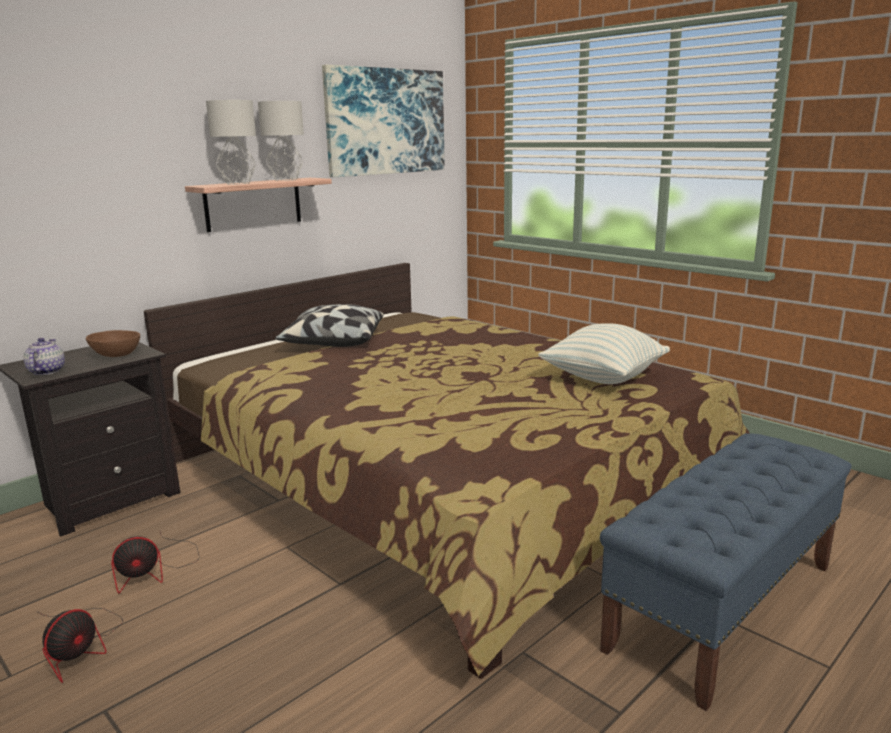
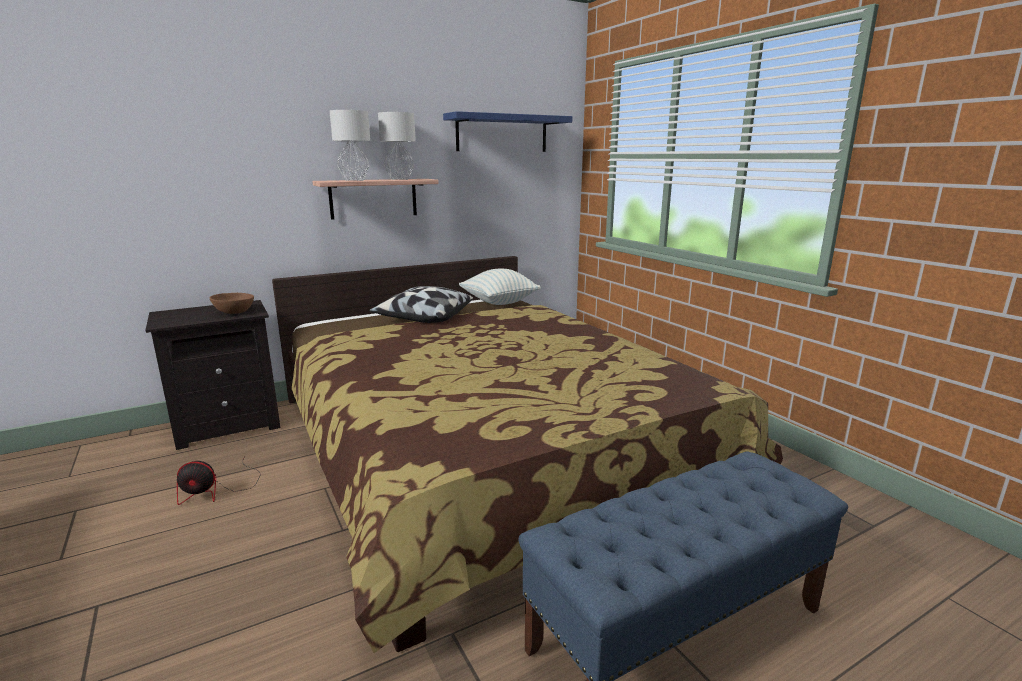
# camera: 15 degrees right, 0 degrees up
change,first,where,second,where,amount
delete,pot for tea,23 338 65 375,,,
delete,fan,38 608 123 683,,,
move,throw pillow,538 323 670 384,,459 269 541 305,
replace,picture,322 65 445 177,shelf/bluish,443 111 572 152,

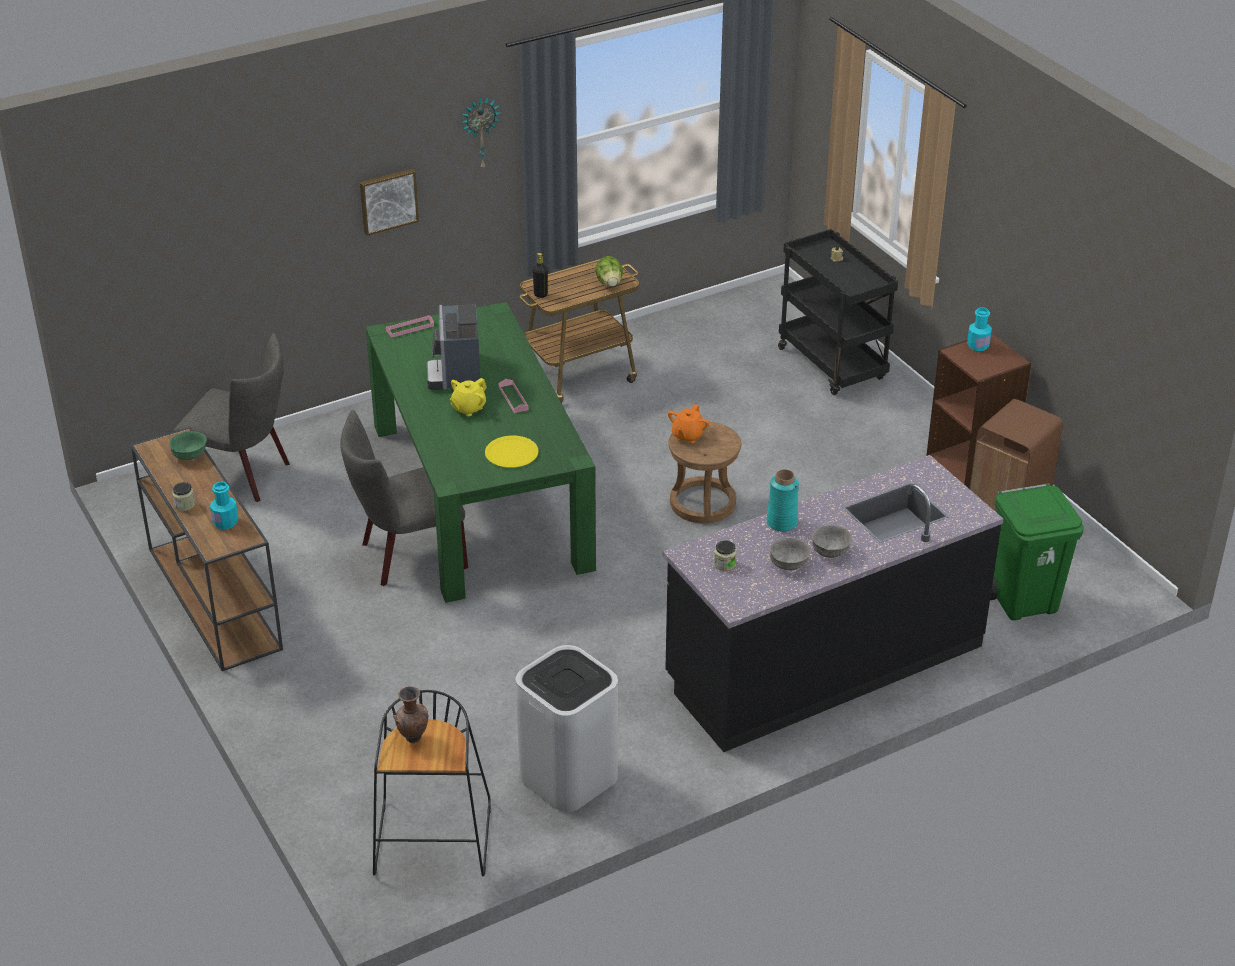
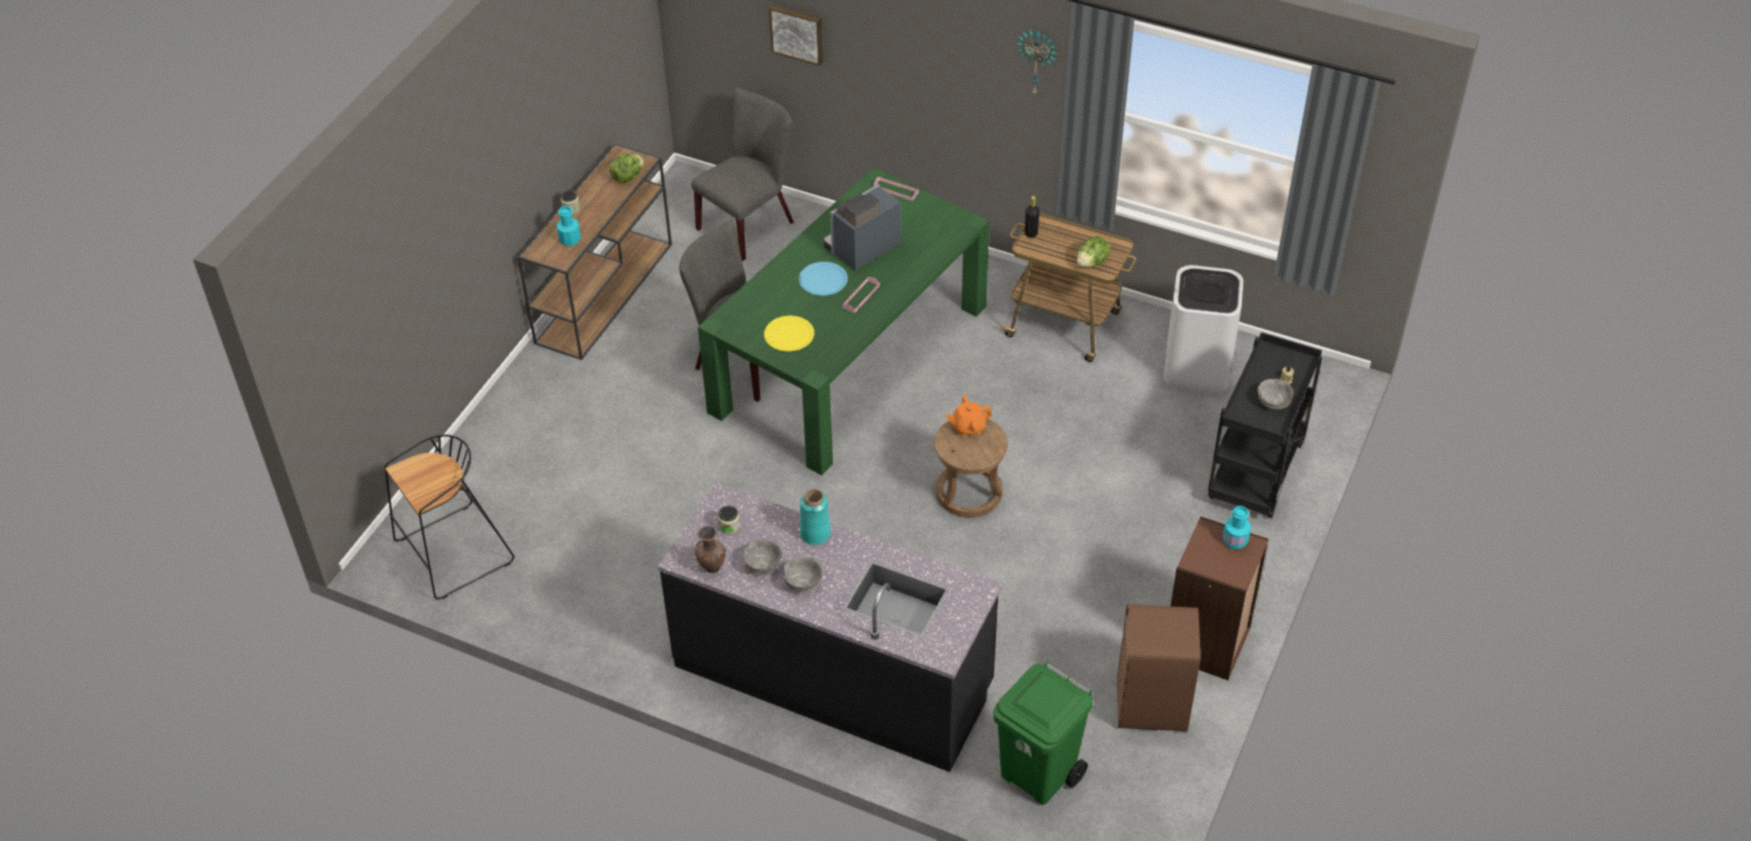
# camera: 55 degrees right, 10 degrees up
change,first,where,second,where,amount
insert,,,serving bowl/gray,1257 379 1294 410,
move,picture,360 169 419 236,,769 5 823 66,
move,flower vase/brownish,393 686 428 743,,694 525 726 573,
move,rubbish bin/white,516 645 618 812,,1163 265 1243 393,
replace,serving bowl/green,169 431 207 460,head of lettuce,609 154 644 183,
replace,pot for tea/yellow-coloured,450 378 487 416,flat dish/bluish,799 262 848 296,
rotate,plain chair/gray,173 333 290 502,,691 88 794 261,120 degrees counterclockwise

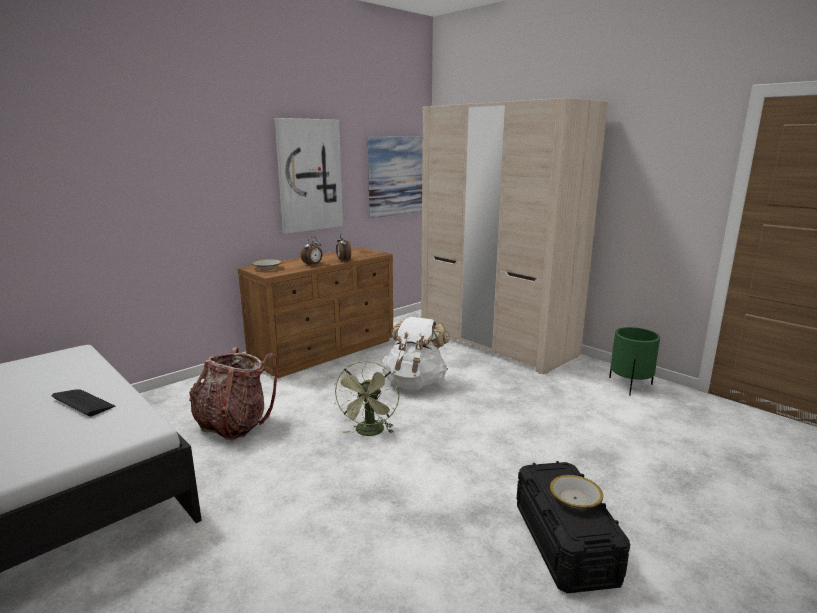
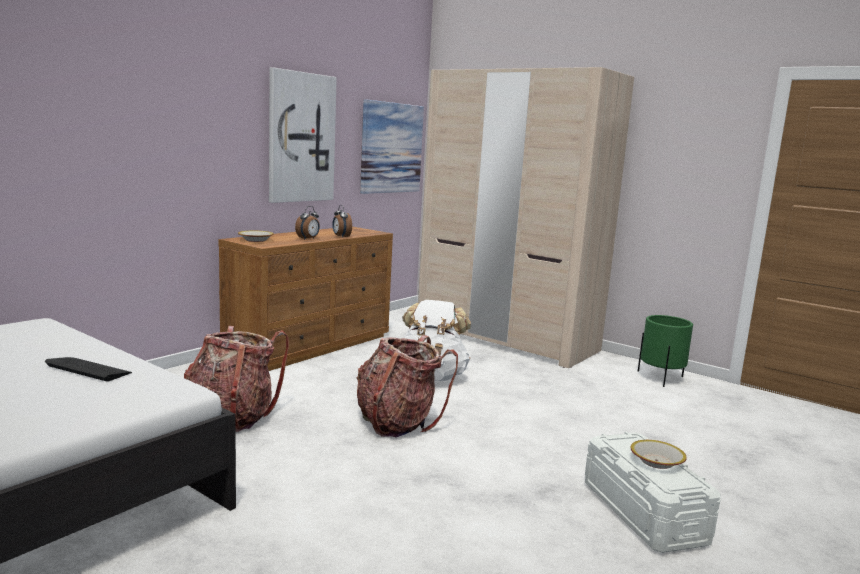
# camera: 10 degrees left, 5 degrees down
change,first,where,second,where,amount
replace,fan/green,334 361 399 436,rucksack,357 335 458 437,
recolor,storage container/blackish,517 461 630 594,storage container/white,585 432 721 553,

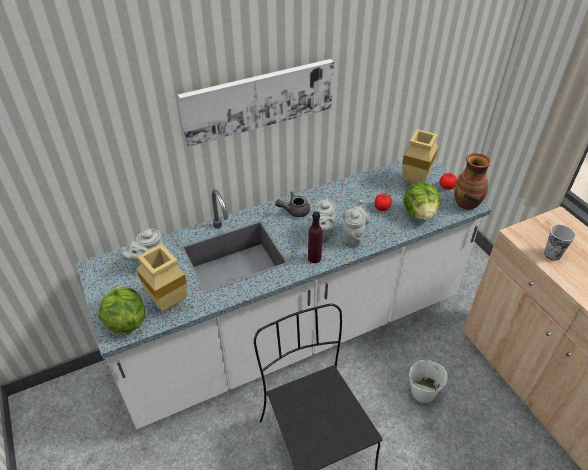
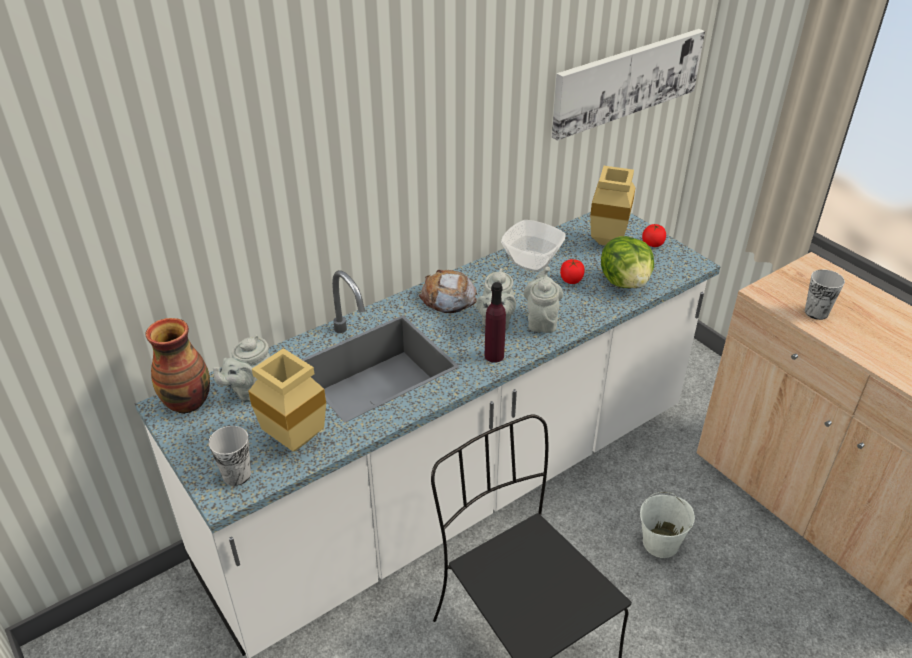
# camera: 10 degrees left, 5 degrees down
change,first,where,second,where,amount
insert,,,serving bowl,501 220 566 272,
move,picture,178 59 334 147,,552 29 705 141,
move,flower vase,454 153 491 210,,146 318 210 414,
replace,head of lettuce,99 286 145 333,drinking cup,208 426 251 486,
replace,pot for tea/gray,275 191 310 217,bakery bread,419 270 477 313,

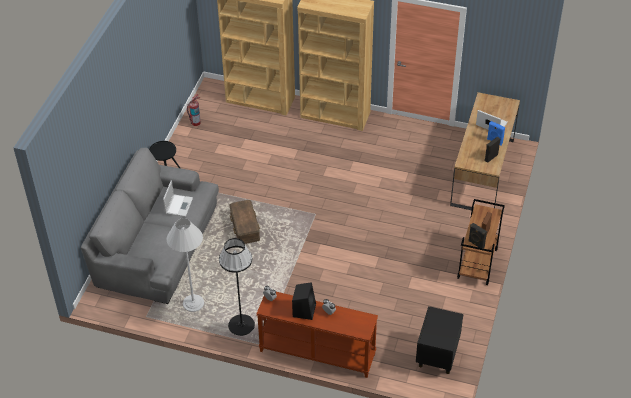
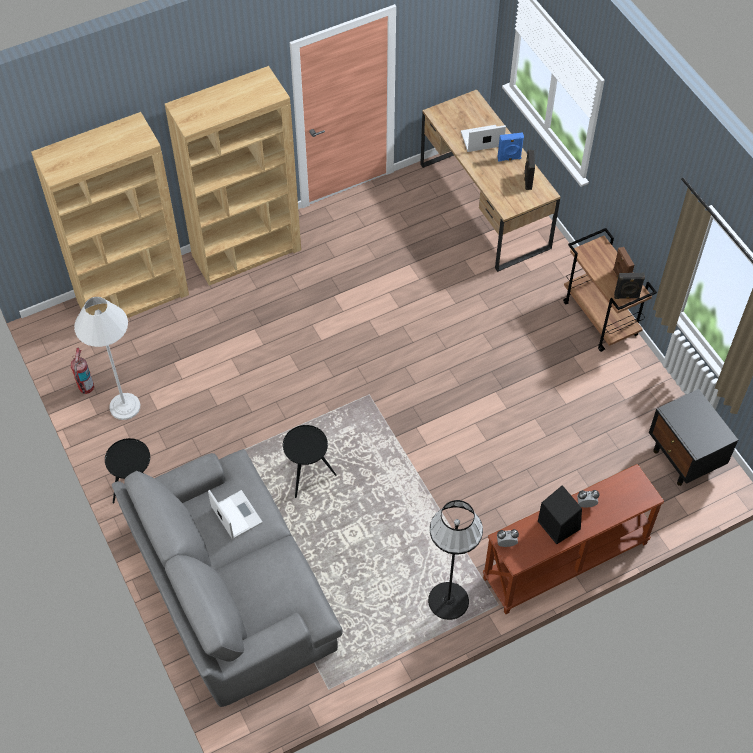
# camera: 45 degrees left, 10 degrees up
change,first,where,second,where,amount
move,standing lamp/white,167 218 204 312,,74 297 140 420,
replace,storage container/brownish,229 200 260 244,end table/blackish,283 425 337 498,

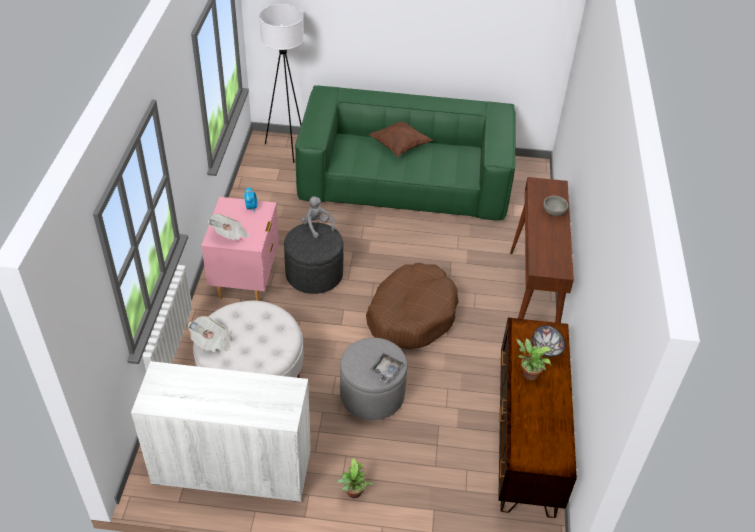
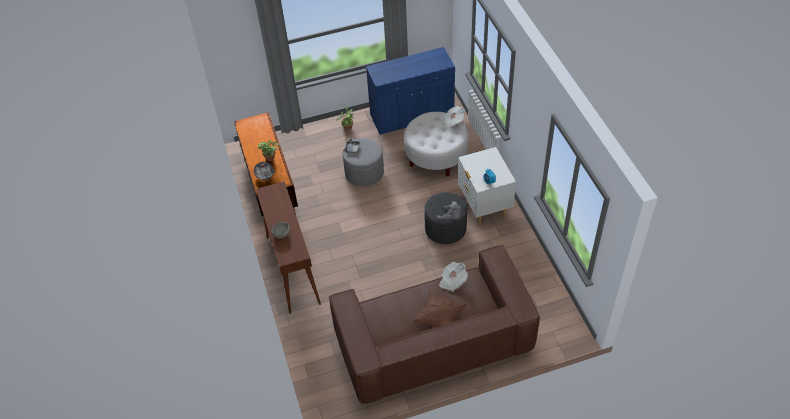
# camera: 160 degrees right, 5 degrees up
change,first,where,second,where,amount
delete,standing lamp/white,259 4 304 163,,,
delete,dog cushion/brownish,366 263 459 349,,,
move,daily paper,207 214 250 240,,439 262 468 292,
recolor,cabinet/white,131 361 311 502,cabinet/bluish,366 47 455 135,
recolor,bedside table/pinkish,201 197 279 301,bedside table/white,458 147 516 224,
recolor,couch/green,295 85 516 220,couch/brownish,329 245 540 404,

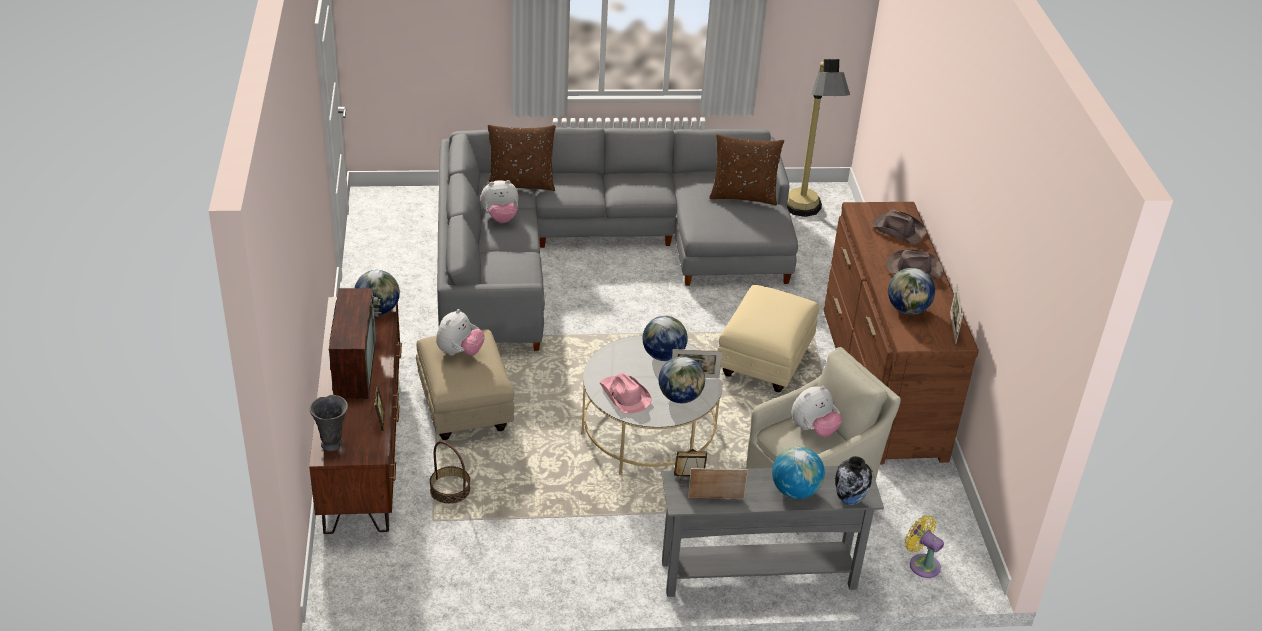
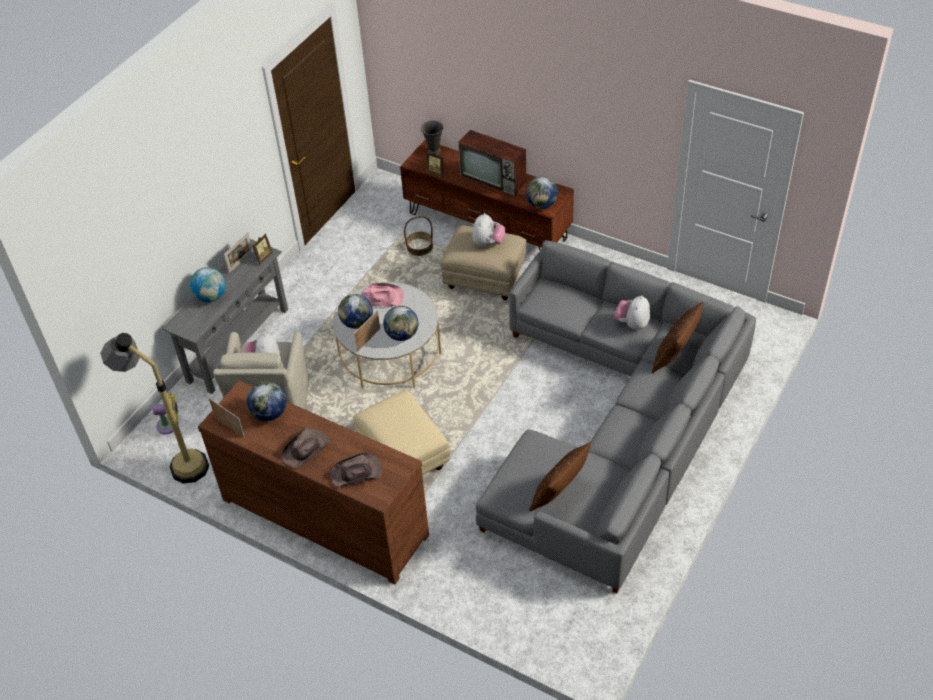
# camera: 130 degrees right, 10 degrees up
change,first,where,second,where,amount
delete,flower vase,835 456 872 505,,,
move,standing lamp,787 59 850 217,,100 333 209 484,
rotate,plush toy,436 309 485 356,,472 213 505 247,135 degrees counterclockwise

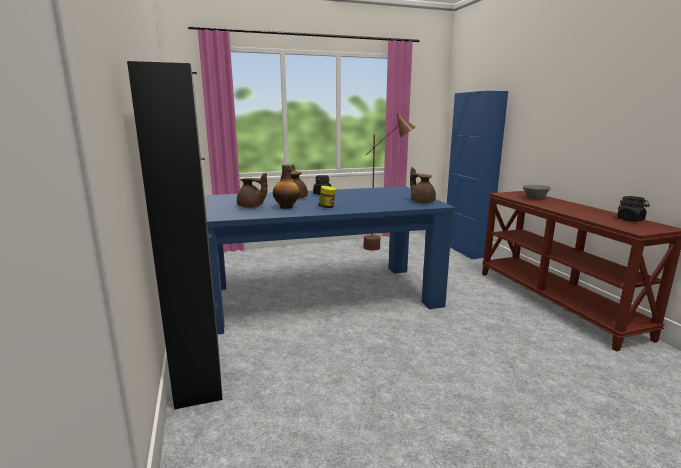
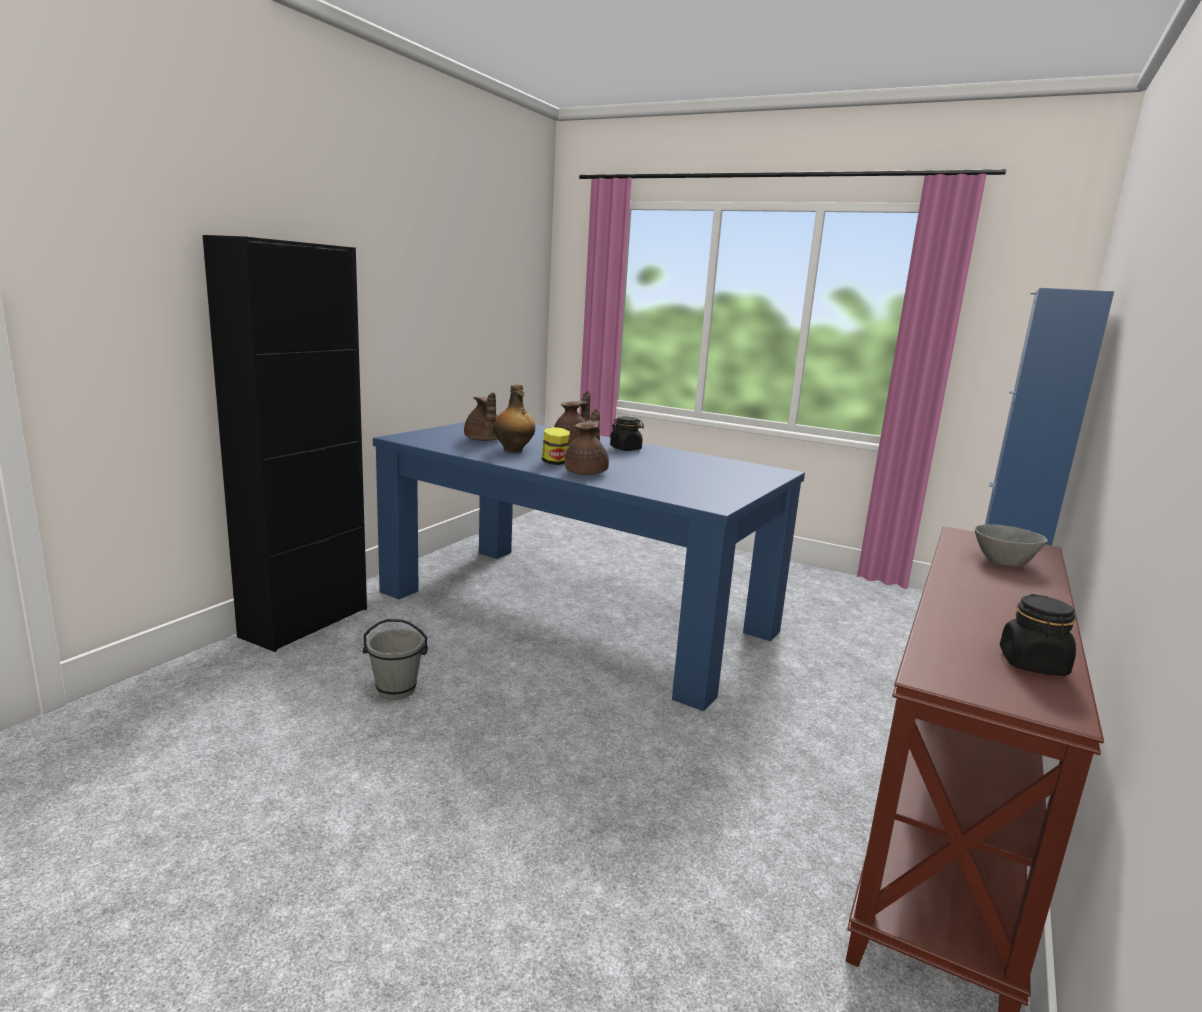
# camera: 45 degrees right, 0 degrees up
change,first,where,second,where,amount
delete,standing lamp/brownish,363 114 415 250,,,
insert,,,pail/gray,363 619 428 700,
move,pot for tea/brownish,410 167 436 203,,564 408 609 475,

